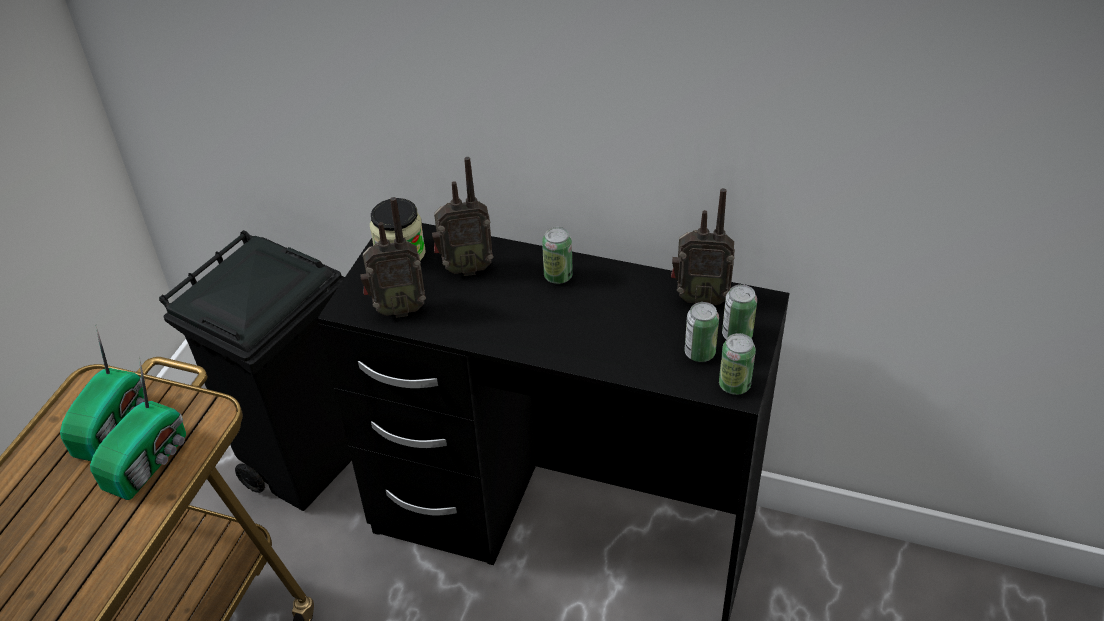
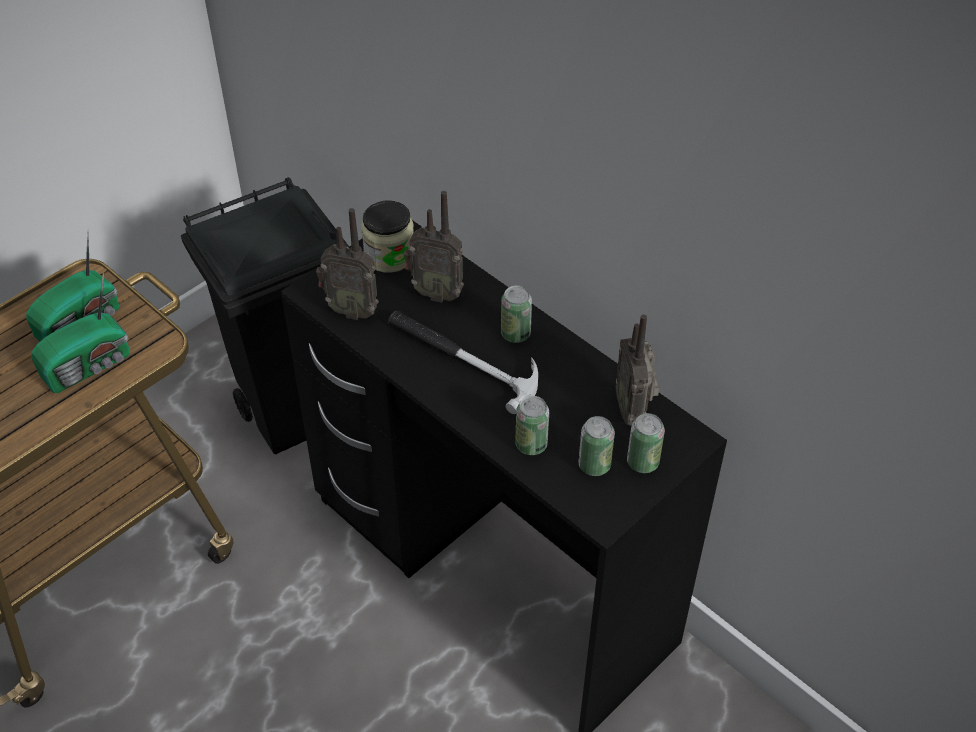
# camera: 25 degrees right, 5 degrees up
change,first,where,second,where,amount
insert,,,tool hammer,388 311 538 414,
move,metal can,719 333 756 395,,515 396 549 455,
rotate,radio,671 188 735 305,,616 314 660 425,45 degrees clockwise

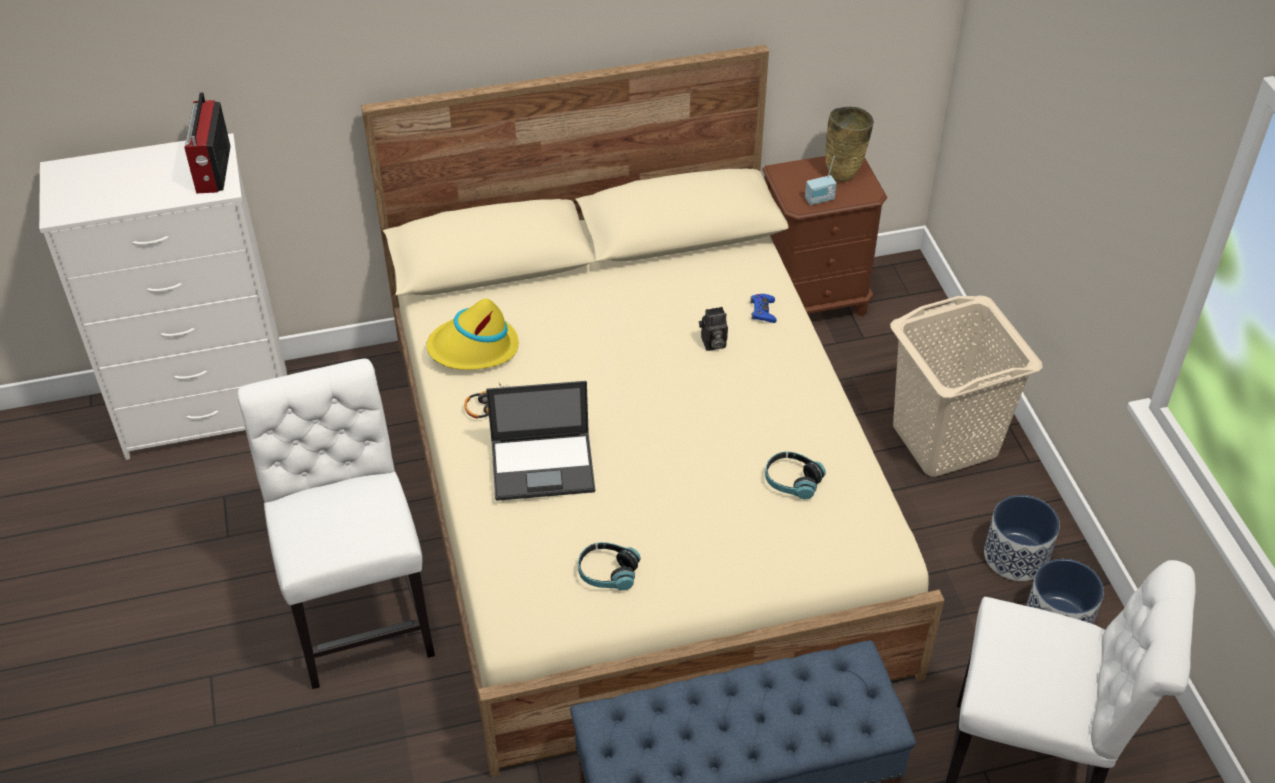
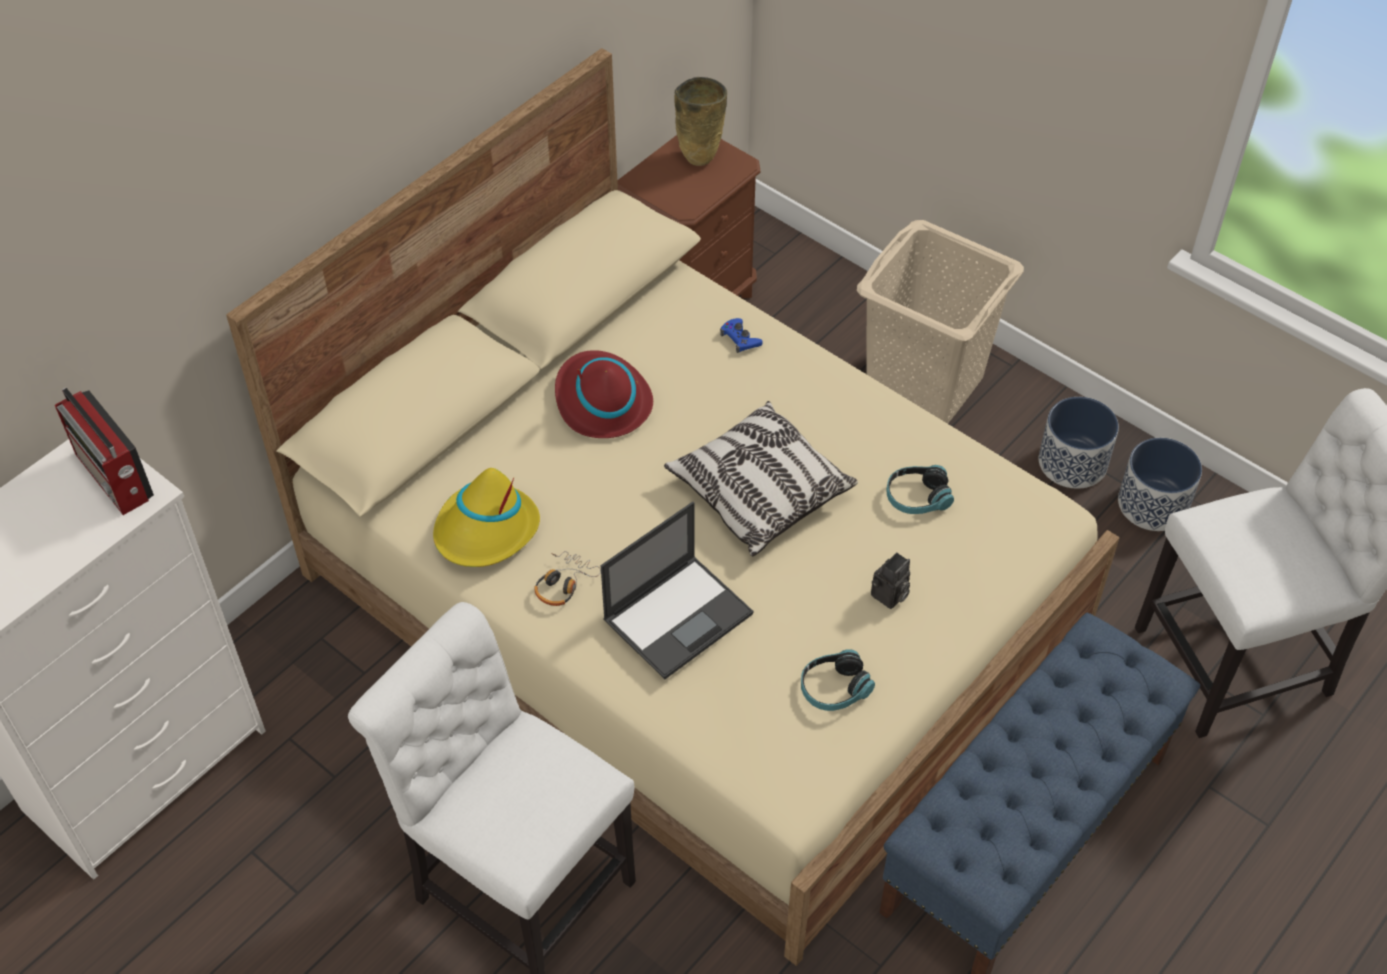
# camera: 35 degrees left, 5 degrees up
change,first,where,second,where,amount
delete,radio,805 156 837 205,,,
insert,,,clothing hat/red-coloured,555 350 653 438,
insert,,,throw pillow,664 401 858 556,
move,still camera,699 307 728 351,,871 552 910 609,

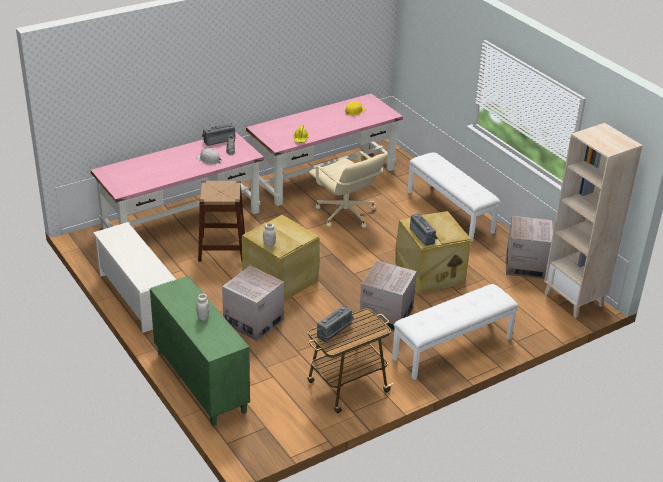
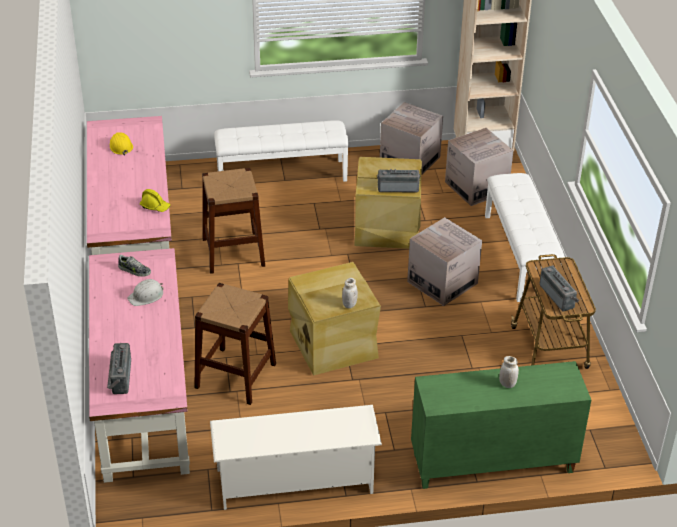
# camera: 65 degrees left, 5 degrees up
change,first,where,second,where,amount
move,radio,202 123 235 146,,107 343 131 394,
move,carton,222 266 284 341,,445 128 513 206,
replace,desk chair/beige-coloured,309 151 387 228,stool/brownish,202 168 265 274,

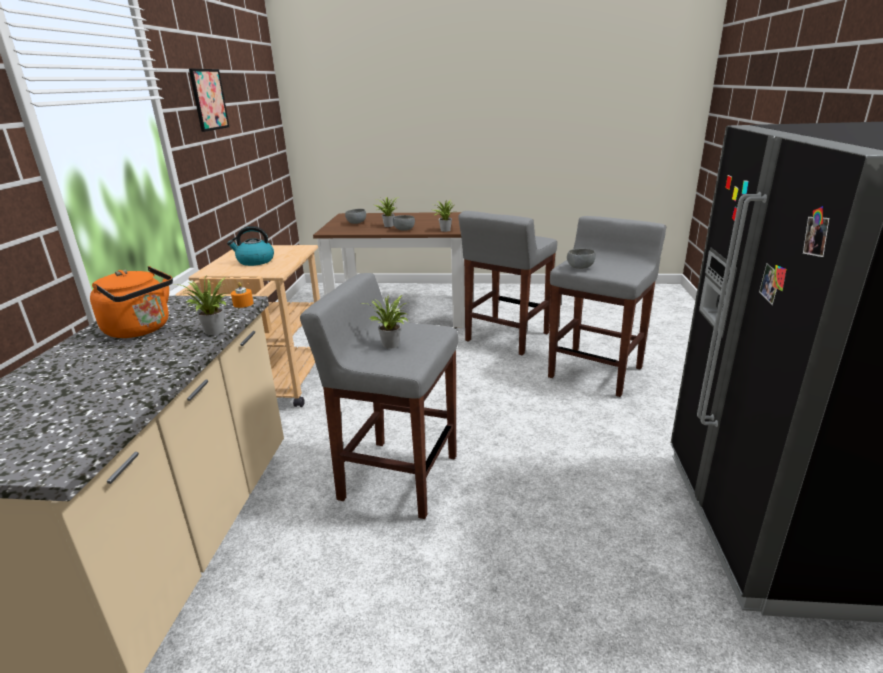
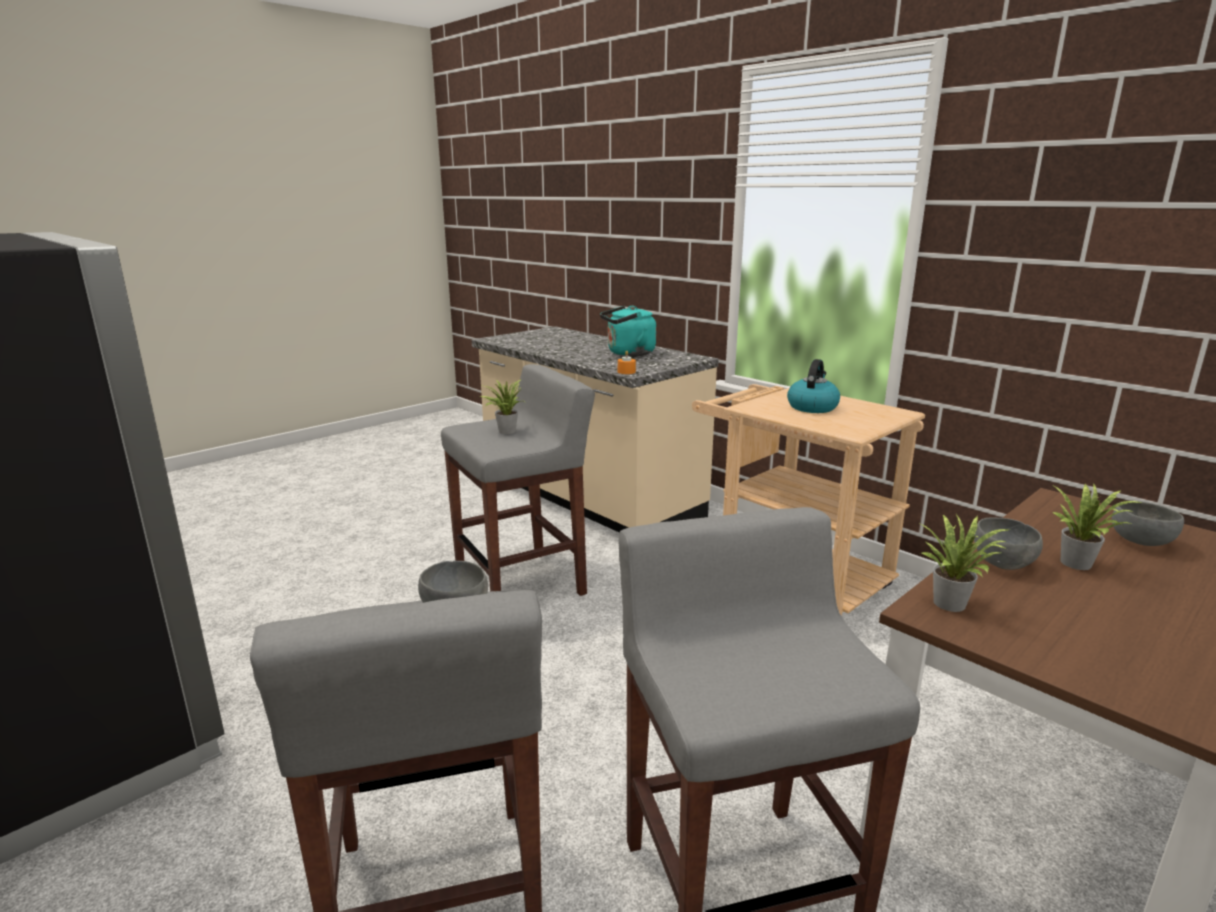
# camera: 130 degrees right, 5 degrees down
change,first,where,second,where,amount
delete,potted plant,174 276 227 335,,,
delete,picture,189 69 229 132,,,
recolor,water kettle/orange,90 266 173 338,water kettle/blue-green,600 306 656 356,

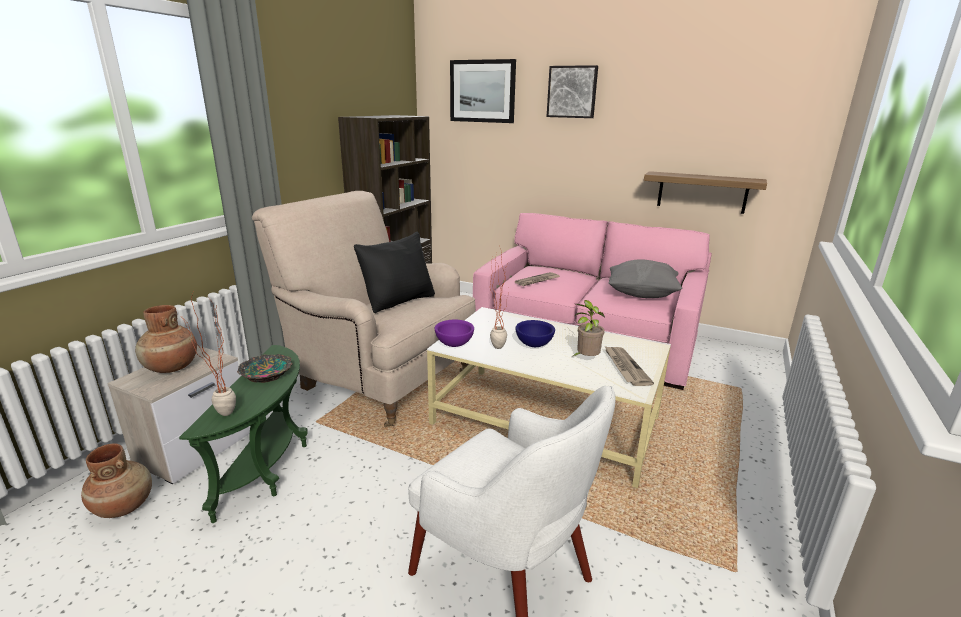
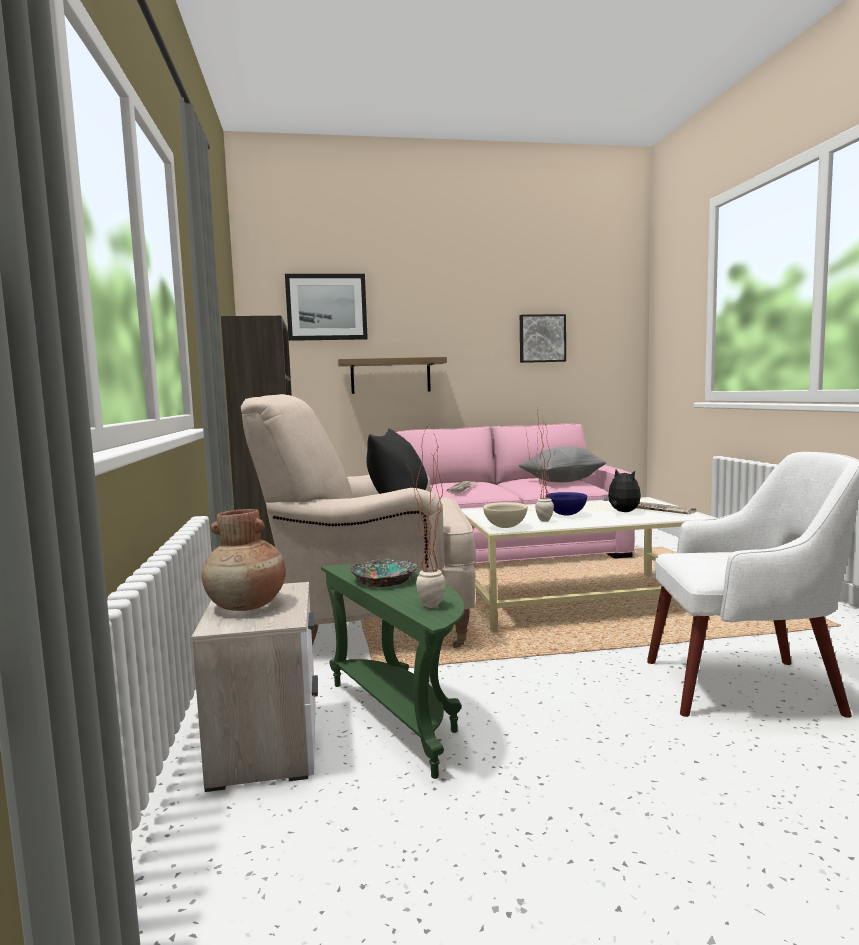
# camera: 35 degrees left, 15 degrees down
change,first,where,second,where,amount
delete,flower vase/brownish,81 443 152 518,,,
move,picture,547 65 598 118,,520 314 566 363,
move,shelf,644 171 767 214,,338 357 447 394,
replace,potted plant,573 300 605 356,plush toy,602 469 641 512,
recolor,serving bowl/purple-coloured,435 320 474 347,serving bowl/beige-coloured,483 502 528 528,

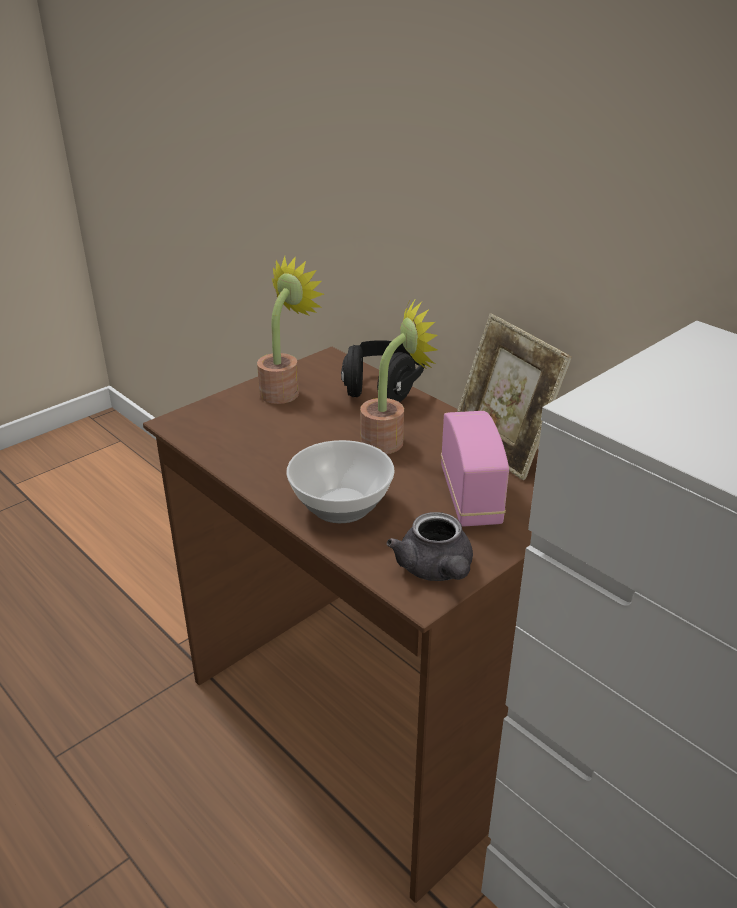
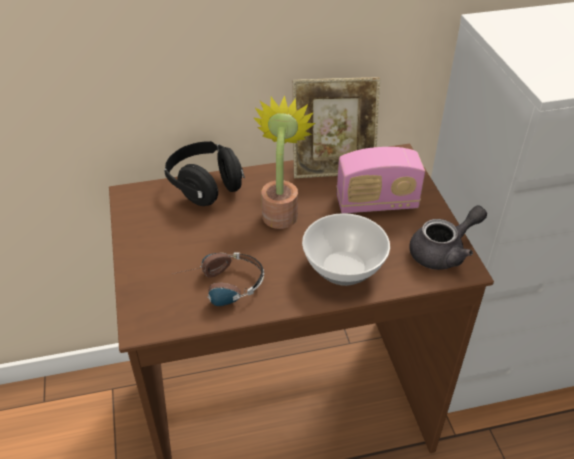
# camera: 60 degrees left, 10 degrees up
change,first,where,second,where,amount
delete,potted plant,257 256 324 404,,,
insert,,,headset,174 253 264 306,
rotate,pot for tea/gray,387 512 473 581,,409 205 487 270,45 degrees counterclockwise
rotate,radio,441 411 509 526,,336 147 425 213,150 degrees clockwise

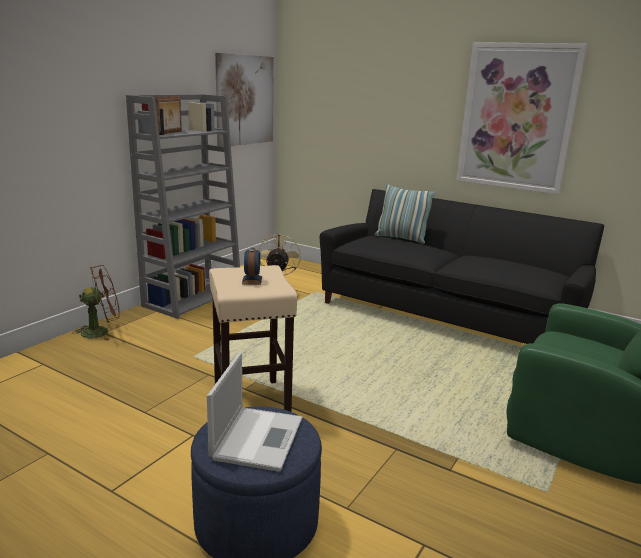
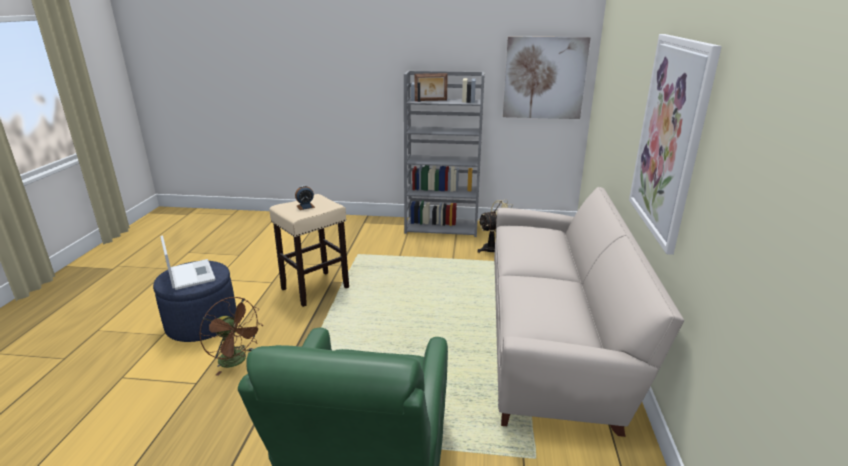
# camera: 65 degrees right, 5 degrees up
change,first,where,second,where,amount
delete,throw pillow,374 184 436 244,,,
move,fan/brownish,72 265 120 341,,199 297 261 376,
recolor,couch/blackish,320 189 604 344,couch/beige-coloured,494 187 684 437,
rotate,portable computer,207 352 302 472,,160 235 216 290,105 degrees counterclockwise

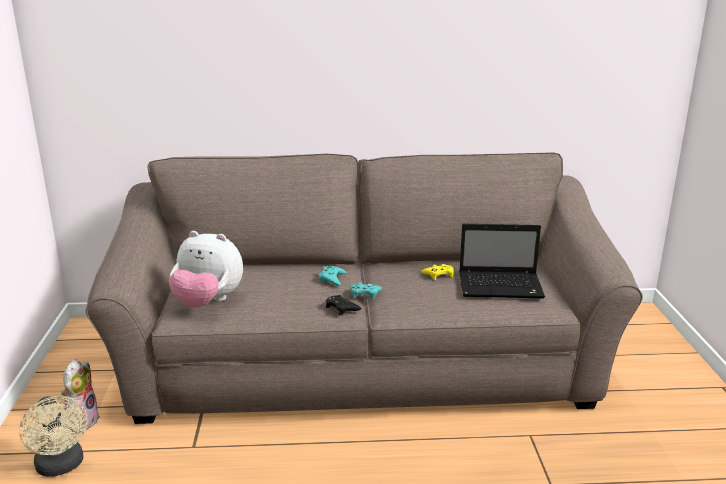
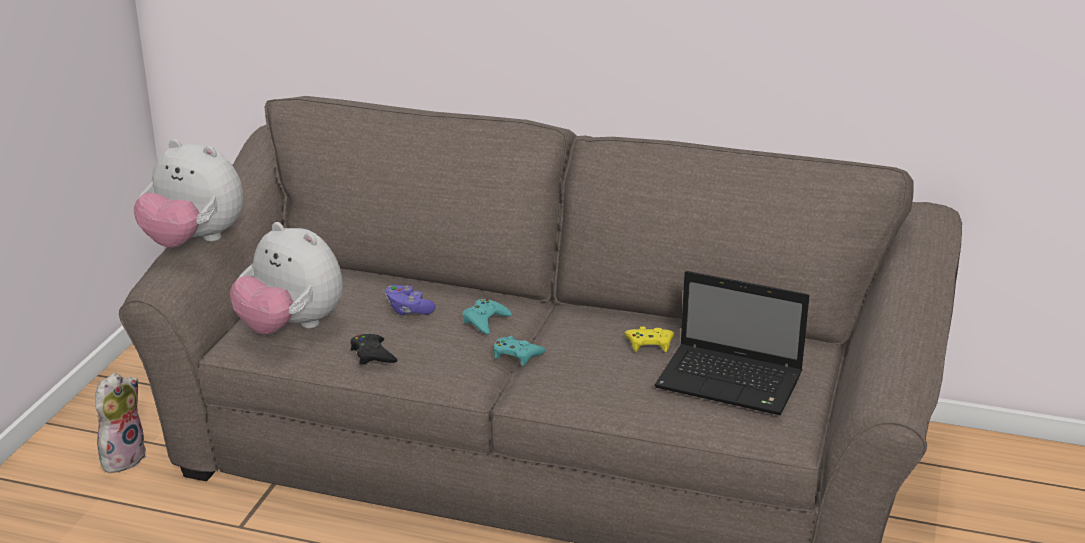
# camera: 20 degrees right, 5 degrees up
change,first,where,second,where,amount
delete,fan/beige-coloured,19 396 88 476,,,
insert,,,plush toy,134 139 243 248,
insert,,,joypad/purple-coloured,385 285 436 315,
move,joypad/blackish,326 295 361 315,,350 334 398 365,

